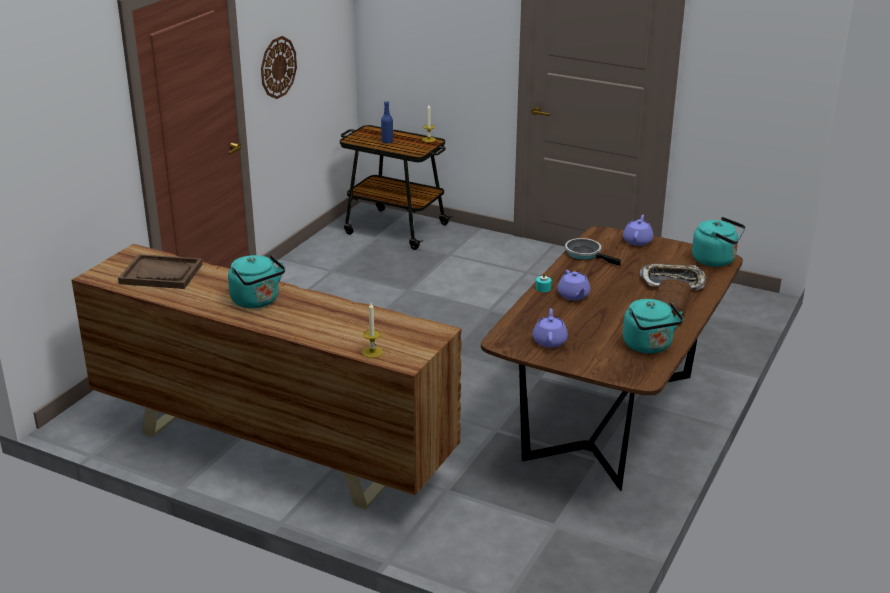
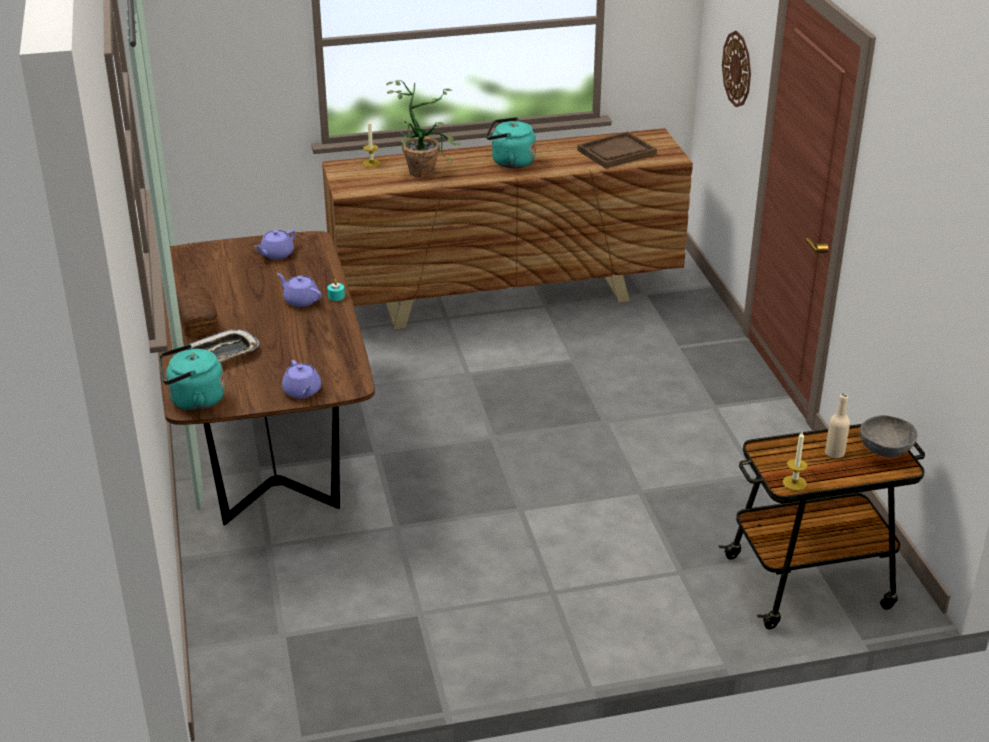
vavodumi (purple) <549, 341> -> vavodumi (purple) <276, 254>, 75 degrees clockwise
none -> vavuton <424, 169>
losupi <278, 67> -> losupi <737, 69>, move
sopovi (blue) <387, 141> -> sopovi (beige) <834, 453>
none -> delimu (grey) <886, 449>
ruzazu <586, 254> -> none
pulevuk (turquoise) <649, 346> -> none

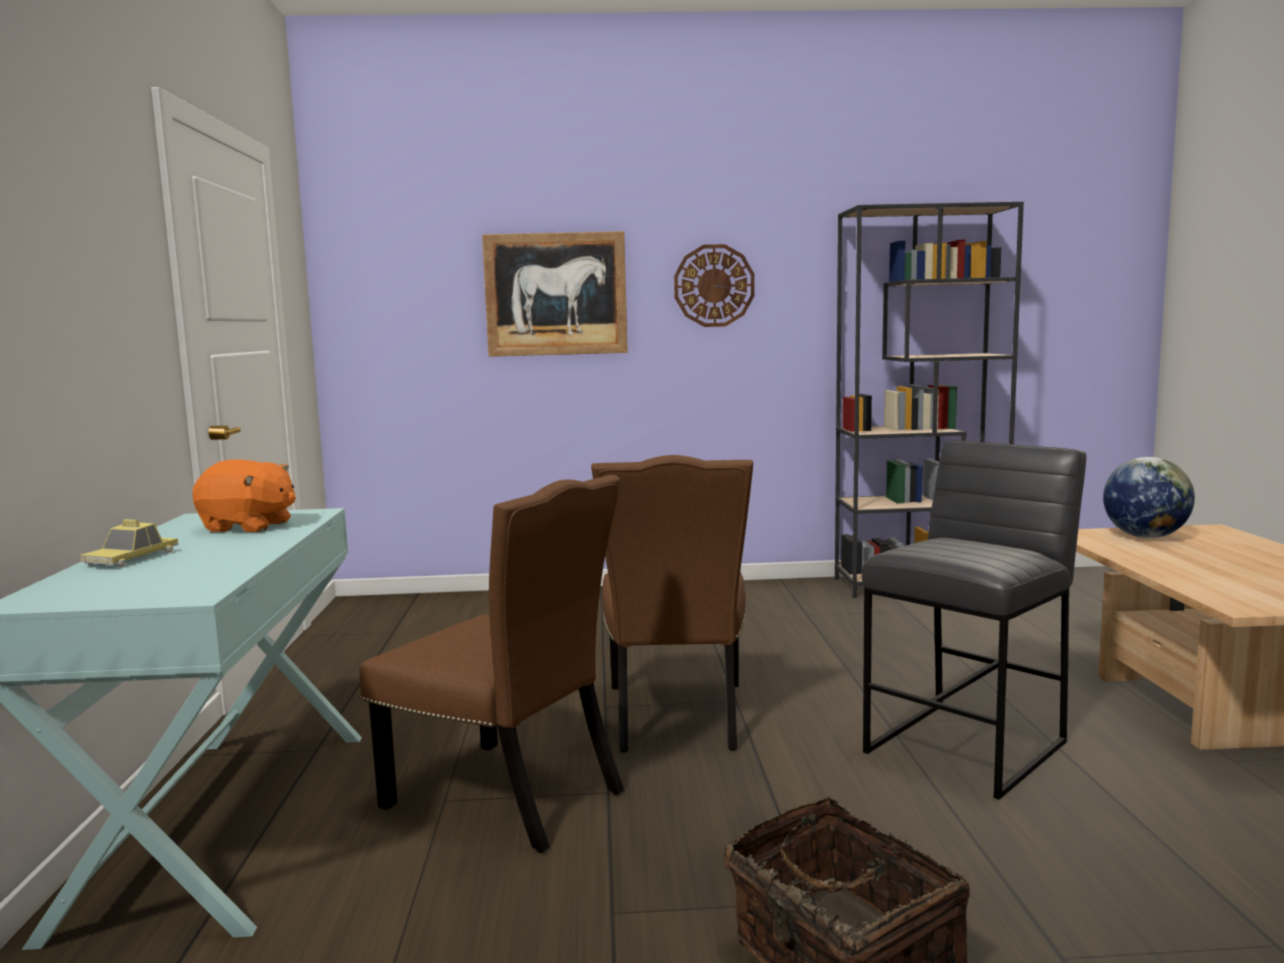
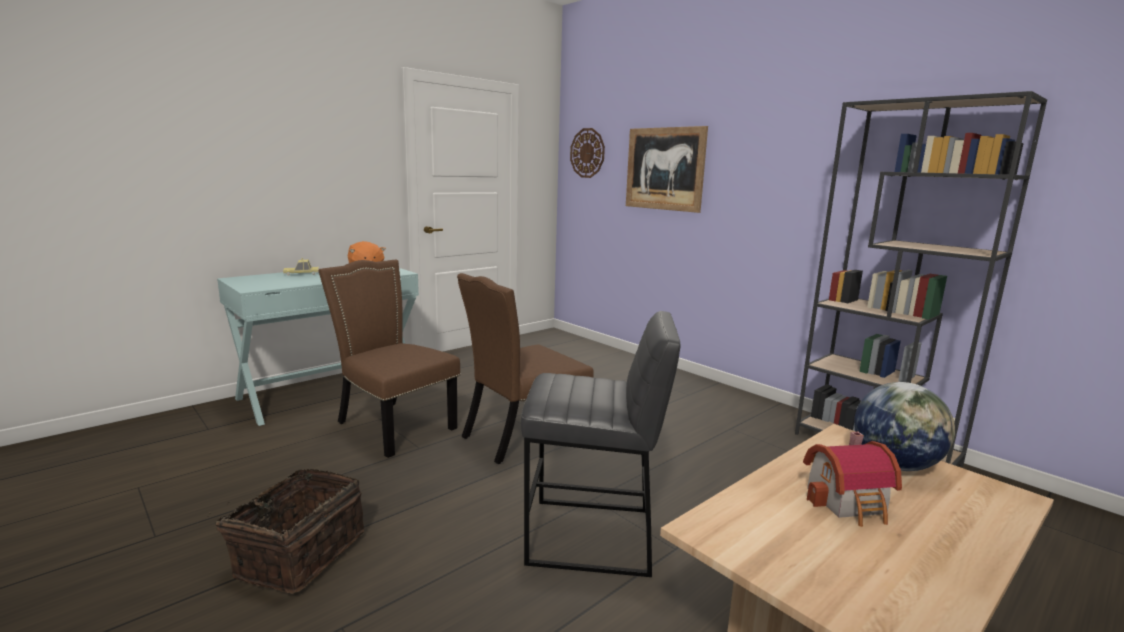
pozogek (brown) <503, 795> -> pozogek (brown) <395, 428>, 135 degrees clockwise
losupi <714, 285> -> losupi <587, 153>, move
none -> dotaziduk <850, 503>

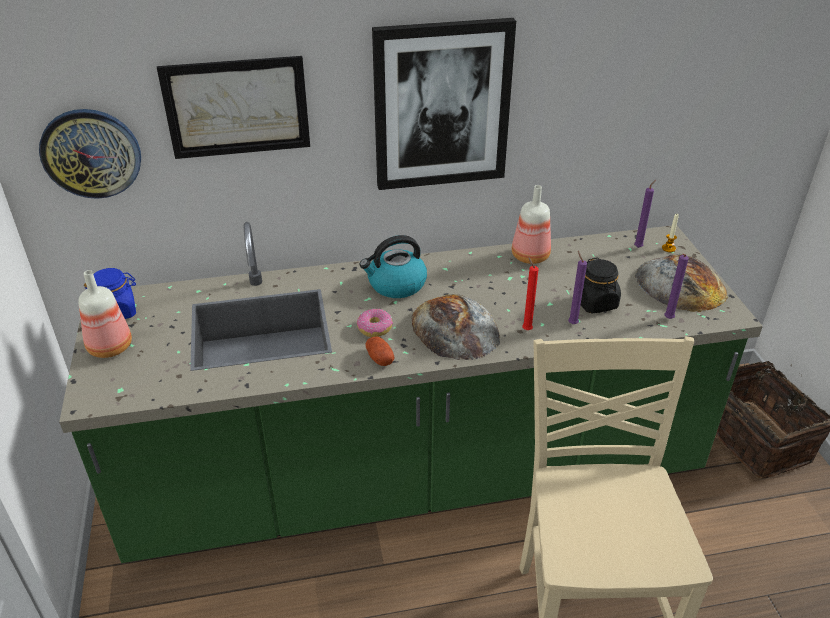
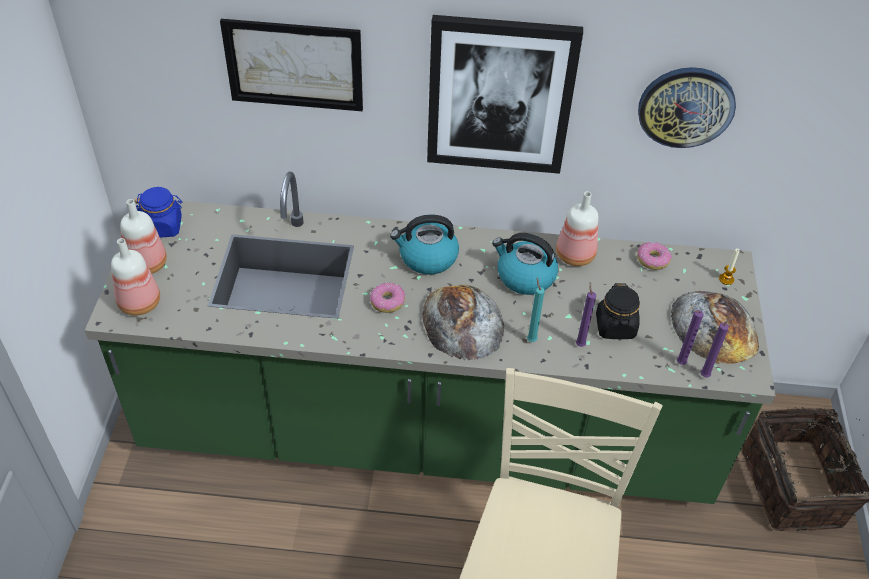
none -> sopovi <141, 302>
none -> pulevuk <524, 277>
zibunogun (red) <525, 329> -> zibunogun (turquoise) <531, 339>
none -> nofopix <653, 260>
losupi <91, 153> -> losupi <686, 106>, move
zibunogun (purple) <639, 247> -> zibunogun (purple) <706, 375>, move
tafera <379, 358> -> none

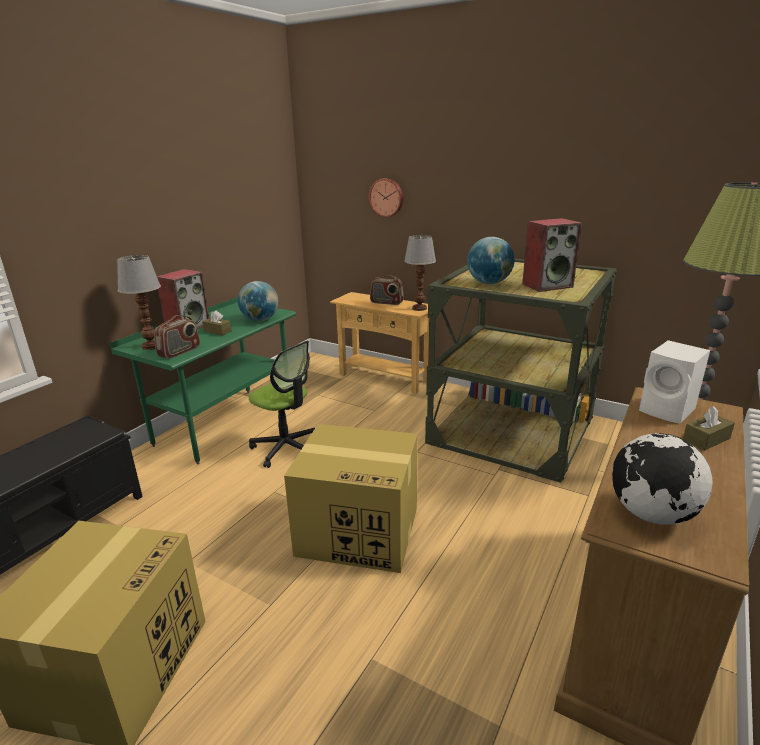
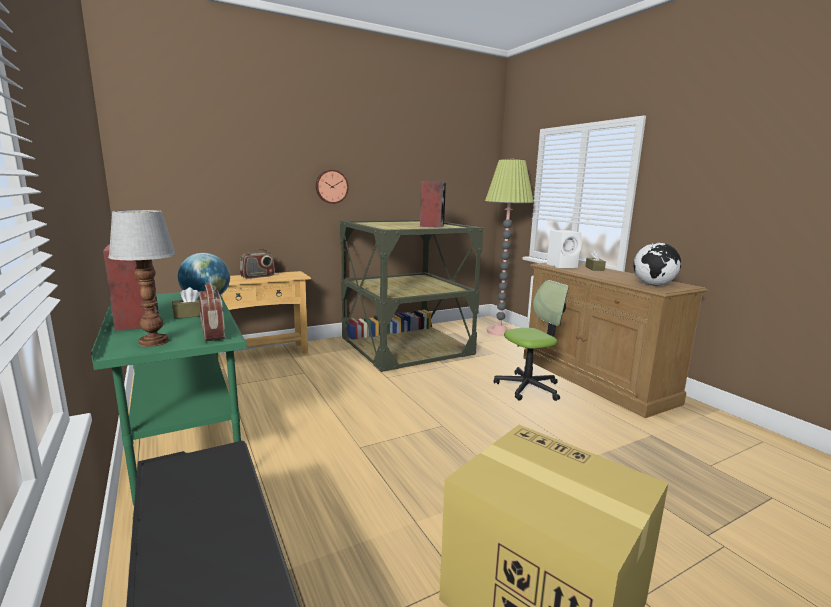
losupi <386, 197> -> losupi <331, 186>, move
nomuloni <286, 447> -> nomuloni <528, 387>, move
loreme <360, 531> -> none
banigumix <419, 308> -> none
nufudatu <489, 283> -> none

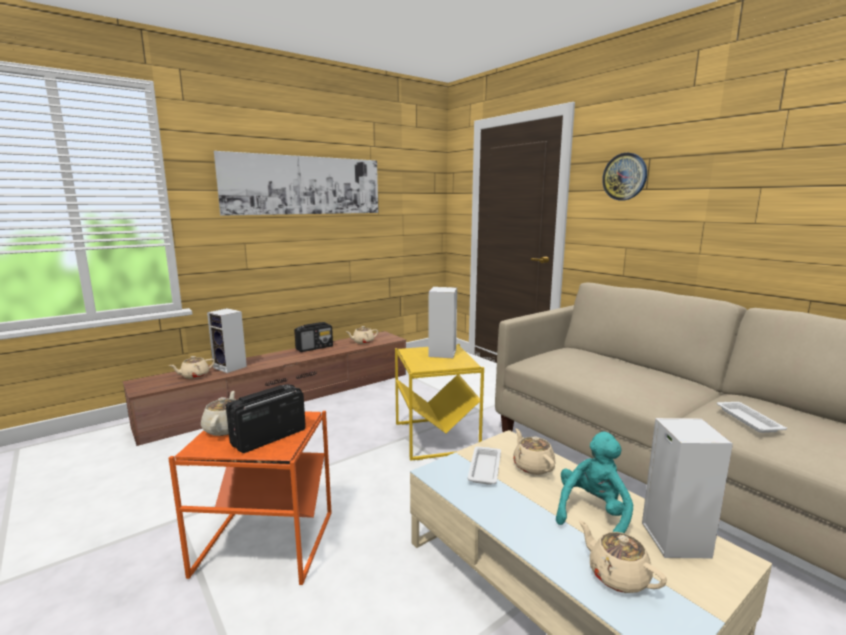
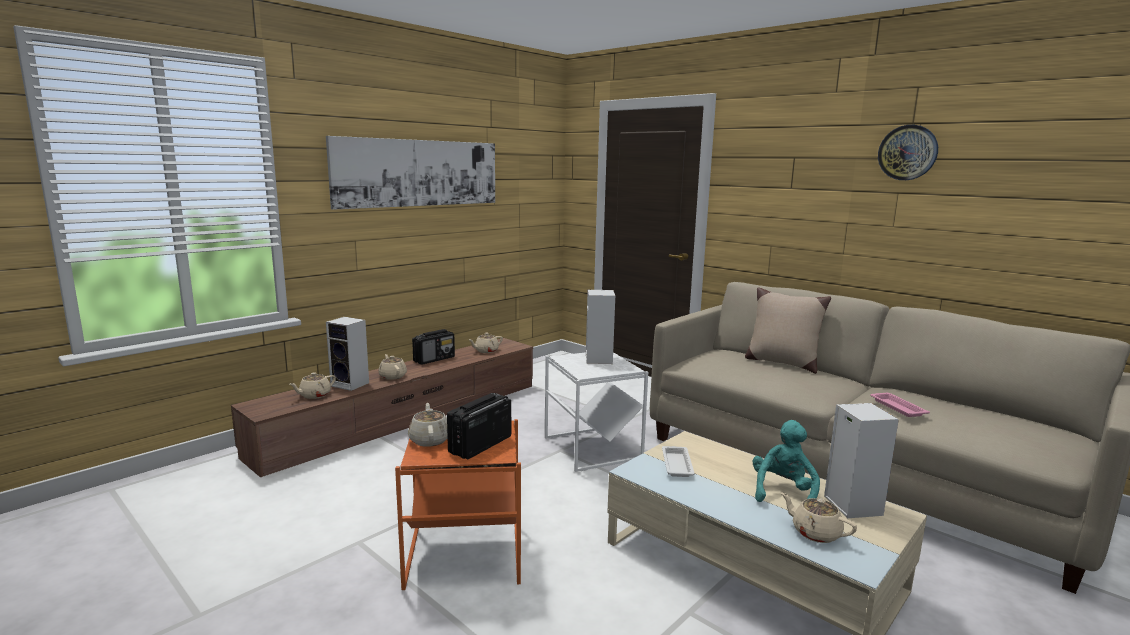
vavodumi (beige) <532, 466> -> vavodumi (beige) <392, 376>, move
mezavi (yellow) <436, 437> -> mezavi (white) <592, 448>
none -> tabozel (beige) <781, 363>
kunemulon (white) <747, 420> -> kunemulon (pink) <897, 407>
losupi <624, 176> -> losupi <907, 152>, move

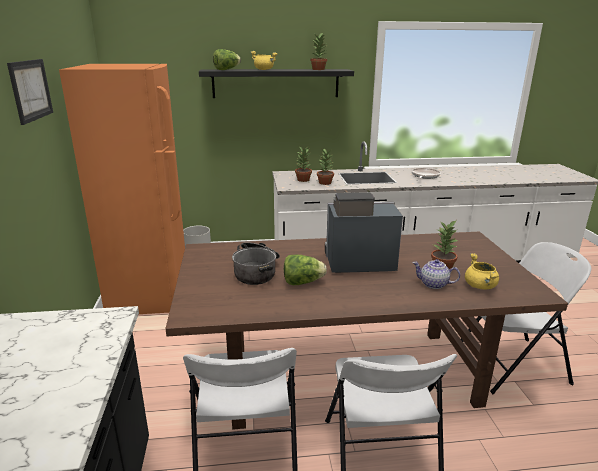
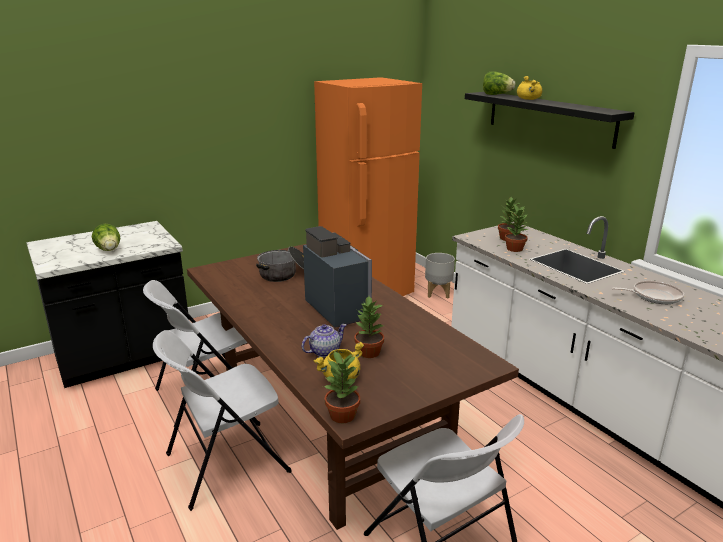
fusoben <302, 282> -> fusoben <109, 250>, move
vavodumi <434, 284> -> vavodumi <324, 351>, 60 degrees clockwise
vavuton <318, 69> -> vavuton <343, 416>, move
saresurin <30, 90> -> none

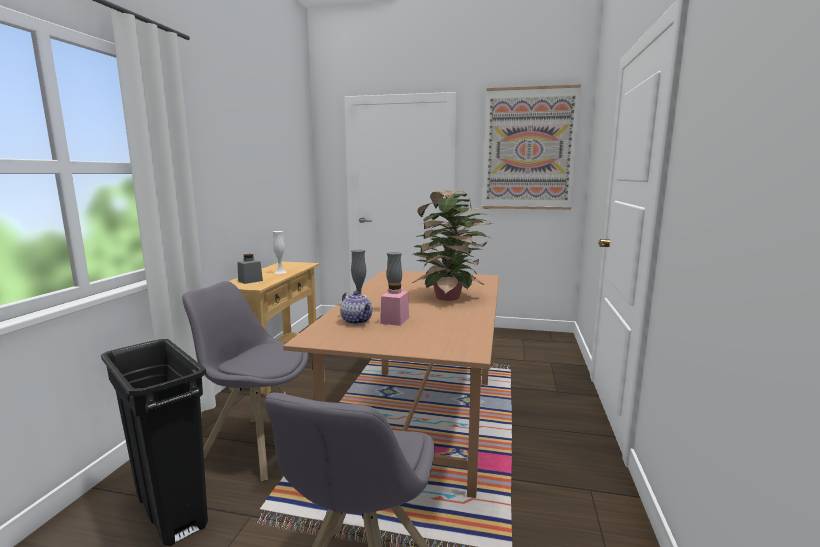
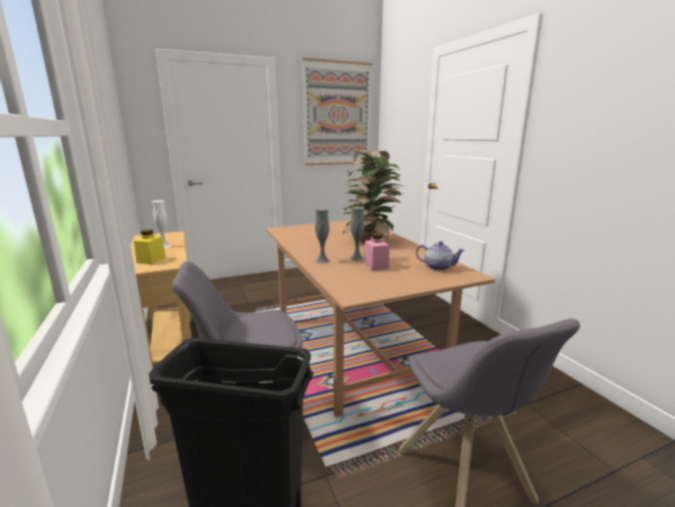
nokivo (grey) <250, 281> -> nokivo (yellow) <151, 260>
vavodumi <357, 321> -> vavodumi <438, 267>, move

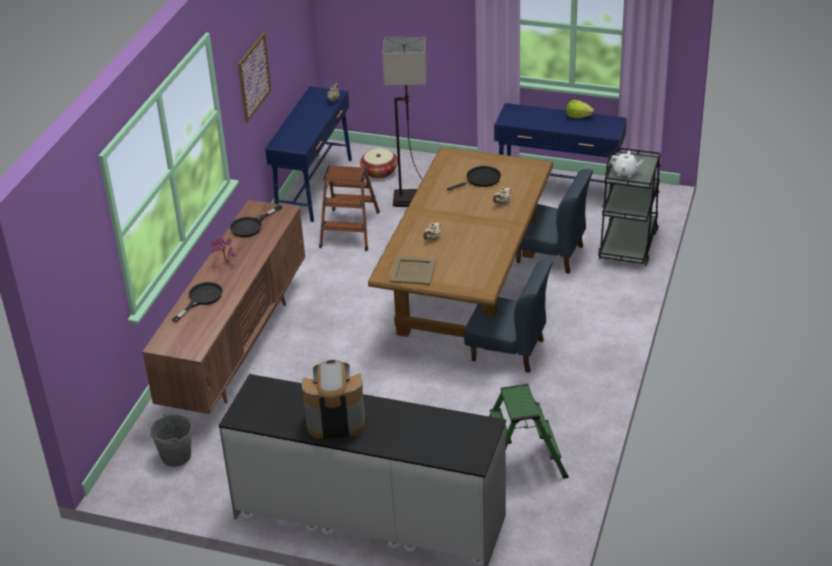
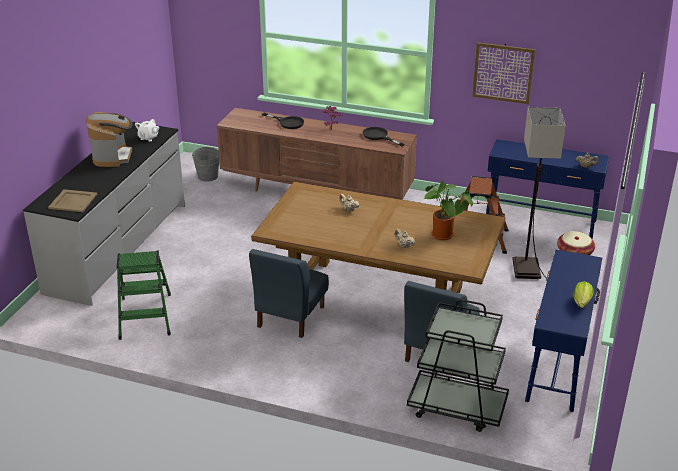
kunemulon (beige) <413, 271> -> kunemulon (beige) <72, 201>, move
vavodumi (white) <625, 172> -> vavodumi (white) <148, 138>, move
ruzazu (black) <481, 180> -> vavuton <444, 236>

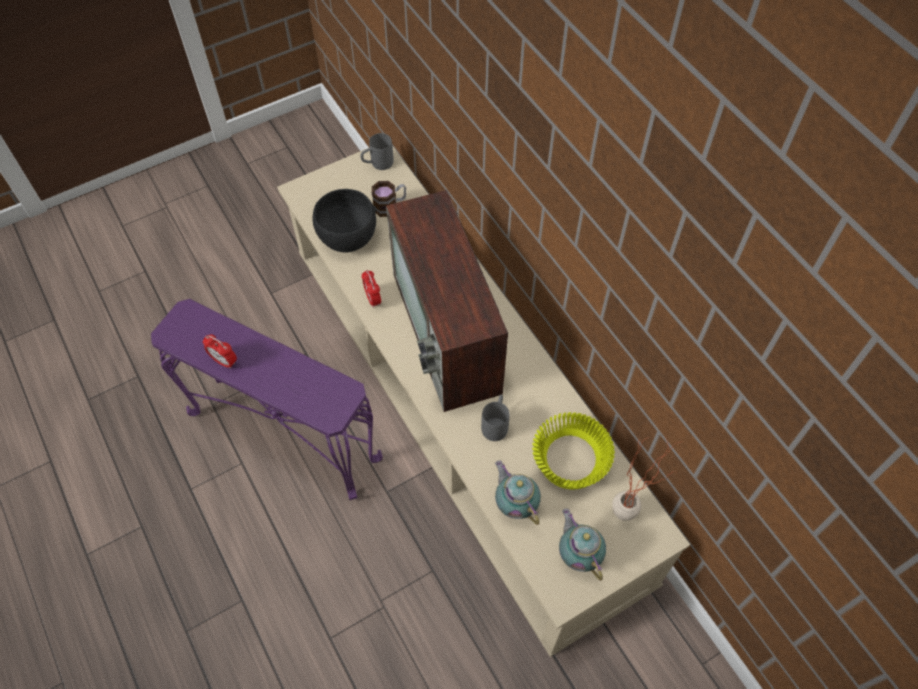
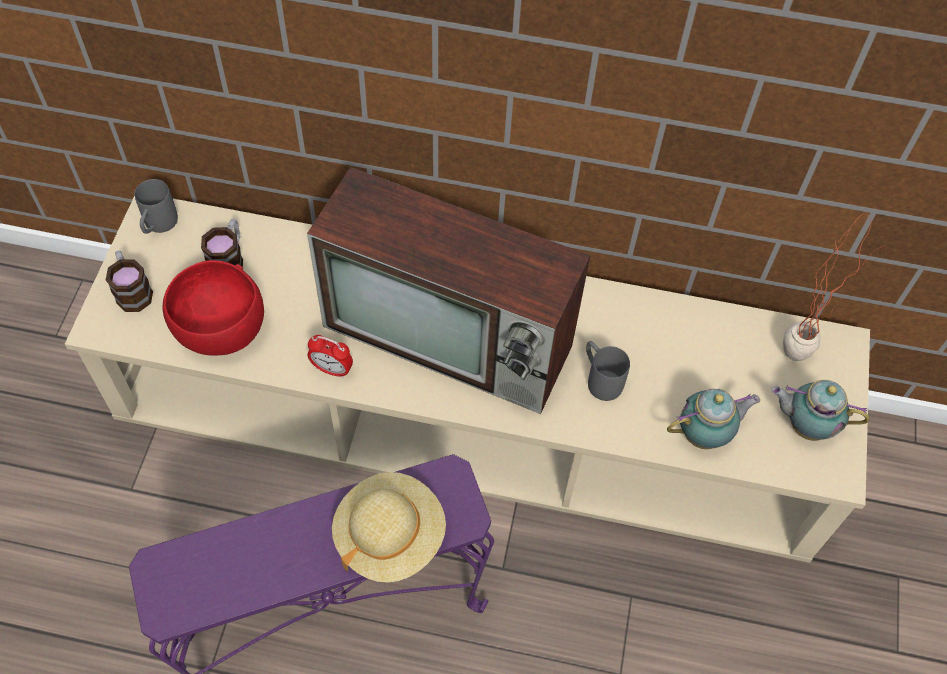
none -> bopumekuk <132, 290>
delimu (black) <347, 236> -> delimu (red) <221, 329>
none -> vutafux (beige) <389, 536>
vavodumi <515, 504> -> vavodumi <705, 435>, 150 degrees clockwise
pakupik <224, 361> -> none
delimu (yellow) <571, 458> -> none

